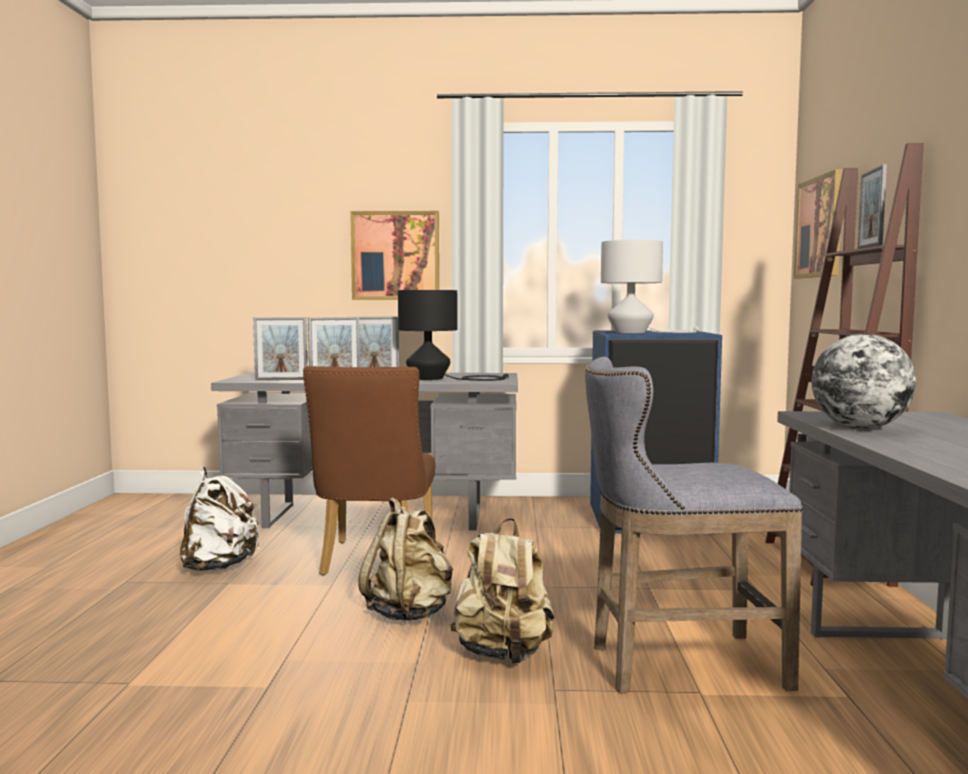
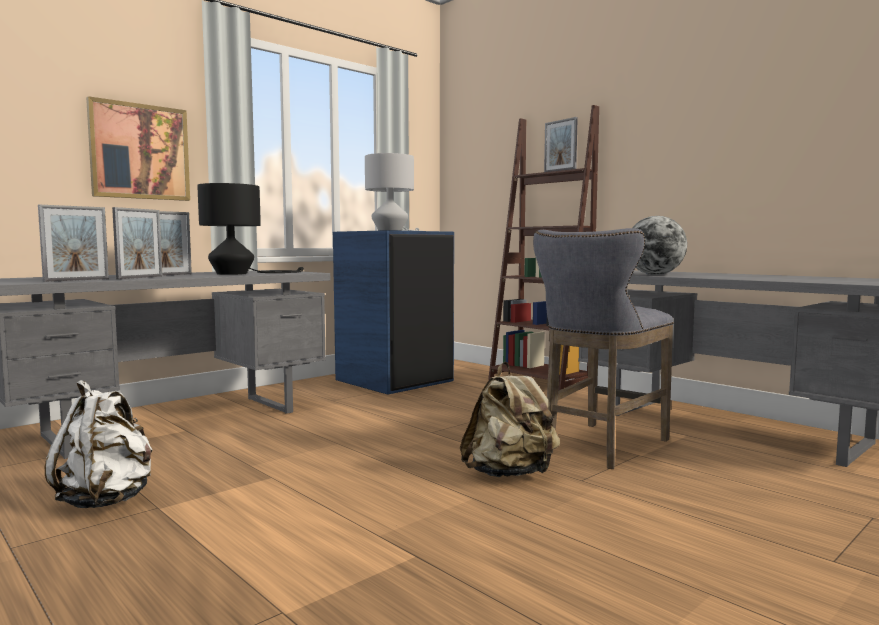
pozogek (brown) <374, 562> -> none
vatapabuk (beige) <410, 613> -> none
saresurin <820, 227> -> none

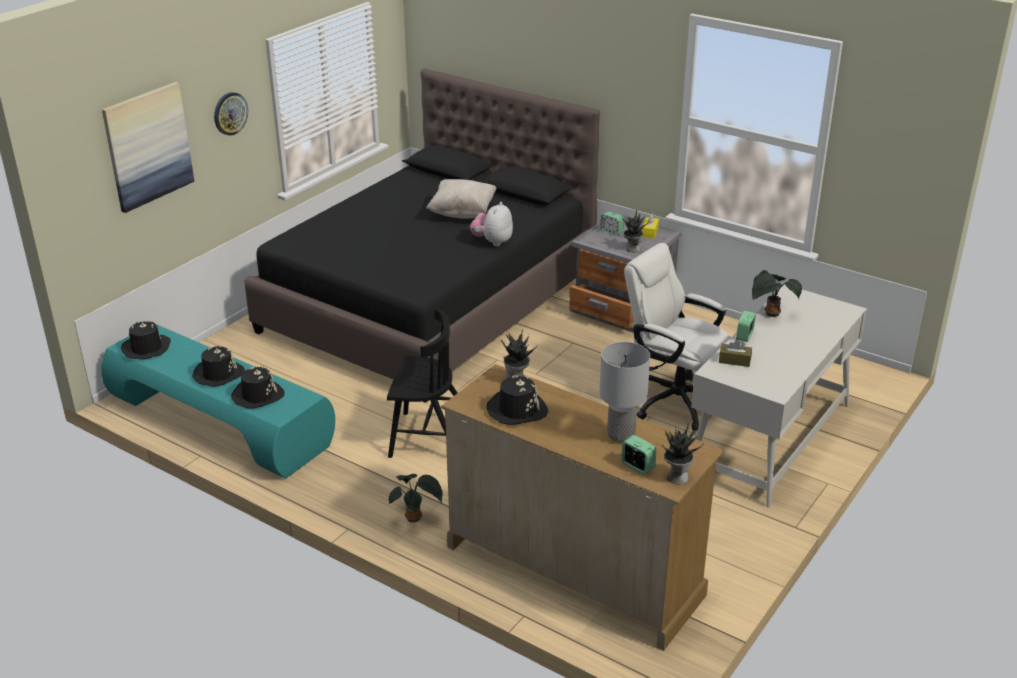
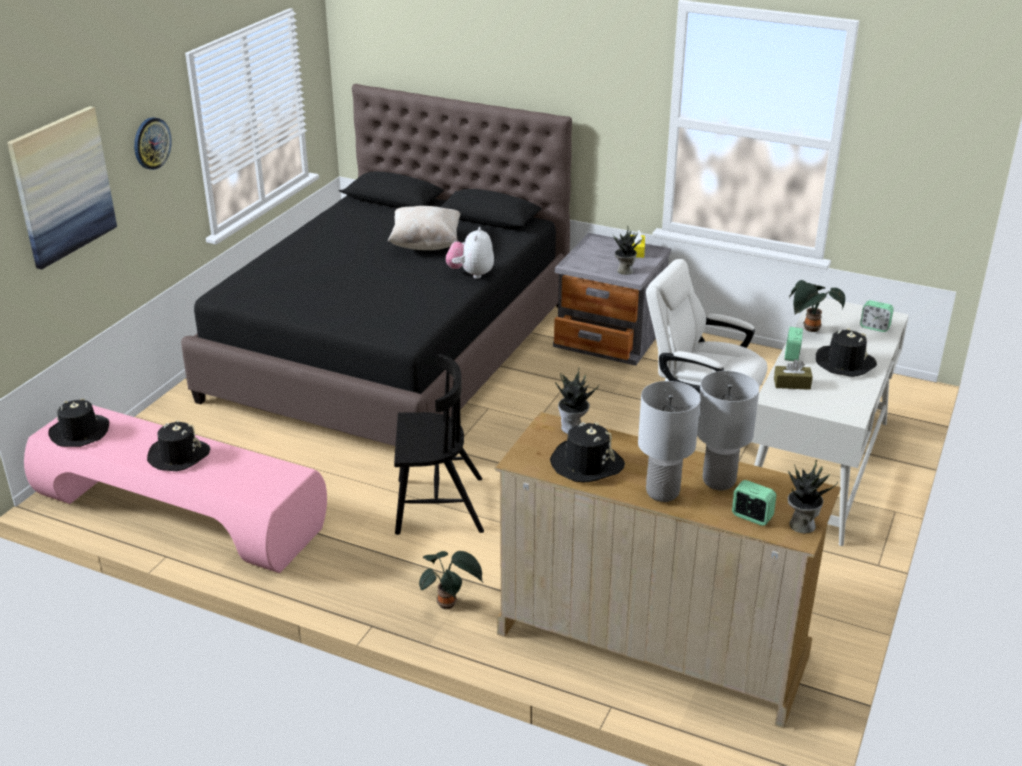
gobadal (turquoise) <219, 421> -> gobadal (pink) <179, 512>
none -> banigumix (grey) <662, 495>
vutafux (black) <258, 395> -> vutafux (black) <844, 363>, move
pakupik <611, 232> -> pakupik <874, 327>, move

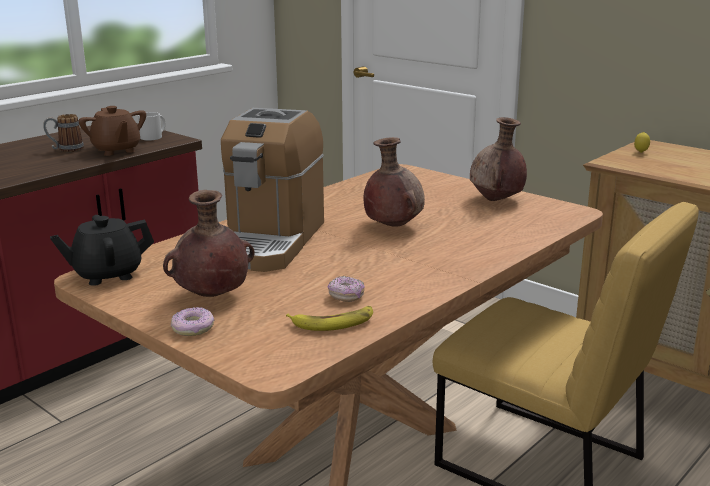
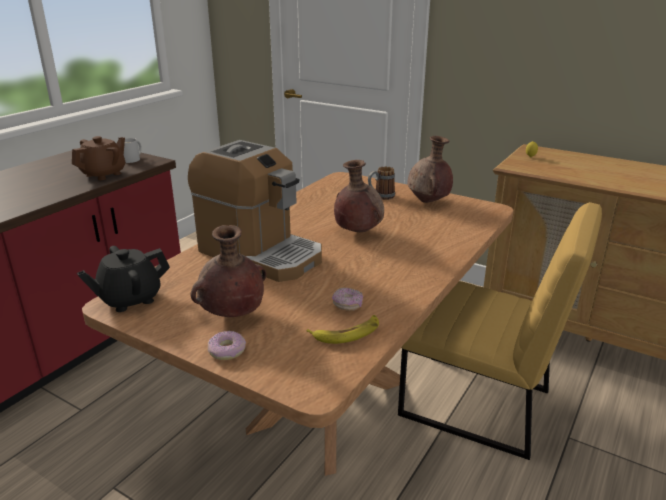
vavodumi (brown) <116, 150> -> vavodumi (brown) <104, 174>, 105 degrees counterclockwise
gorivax <268, 241> -> gorivax <260, 254>, 60 degrees counterclockwise
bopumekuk <65, 149> -> bopumekuk <380, 197>, move

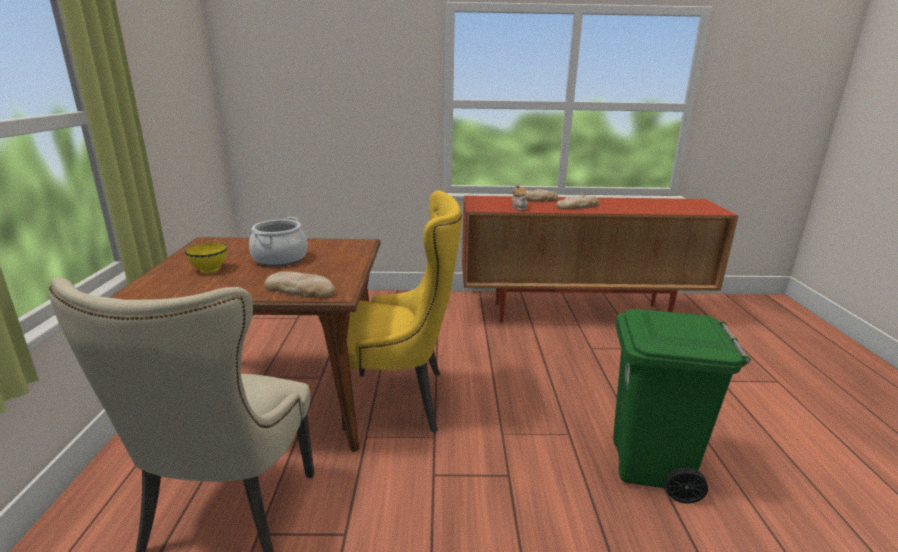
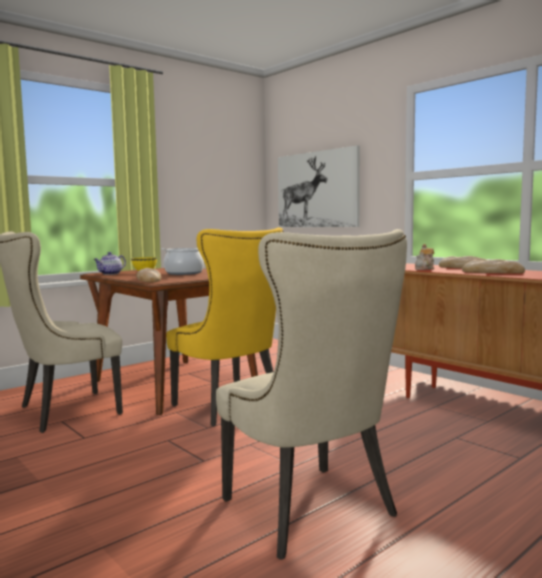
none -> vavodumi <110, 274>
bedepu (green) <651, 466> -> pozogek (beige) <310, 510>
none -> saresurin <317, 189>

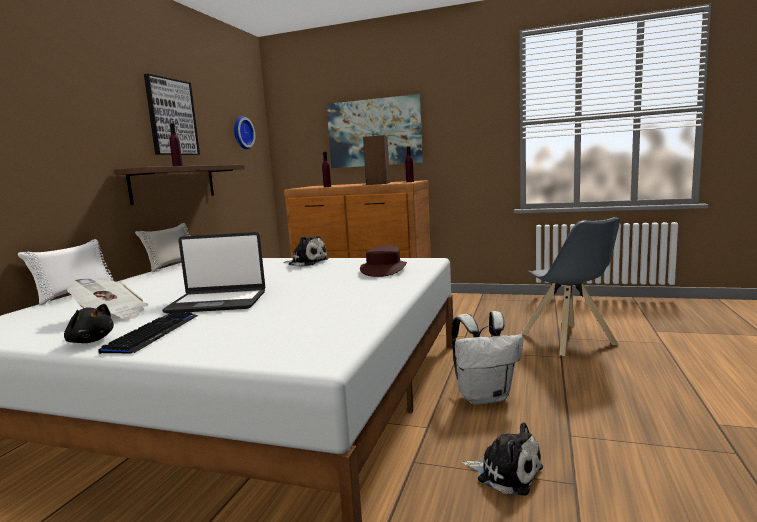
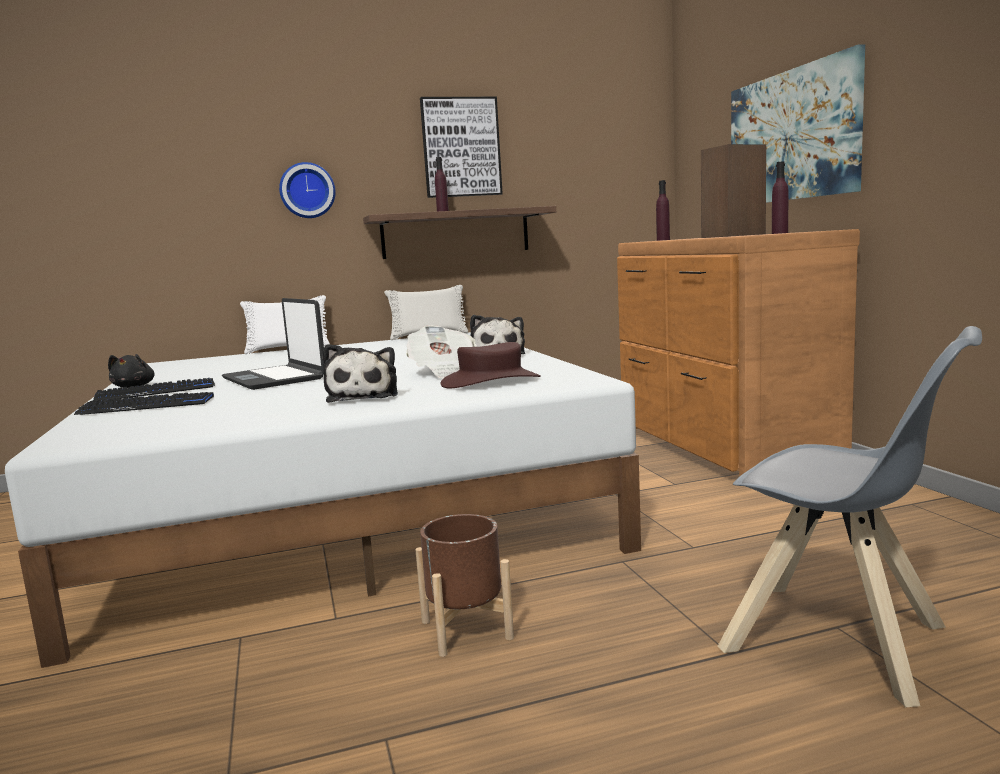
none -> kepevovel <147, 406>
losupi <242, 133> -> losupi <307, 190>, move
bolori <506, 472> -> bolori <364, 396>, move
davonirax <112, 315> -> davonirax <445, 372>, move
vatapabuk (white) <484, 396> -> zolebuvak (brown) <466, 629>
pozogek (grey) <569, 340> -> pozogek (grey) <840, 641>, 90 degrees counterclockwise

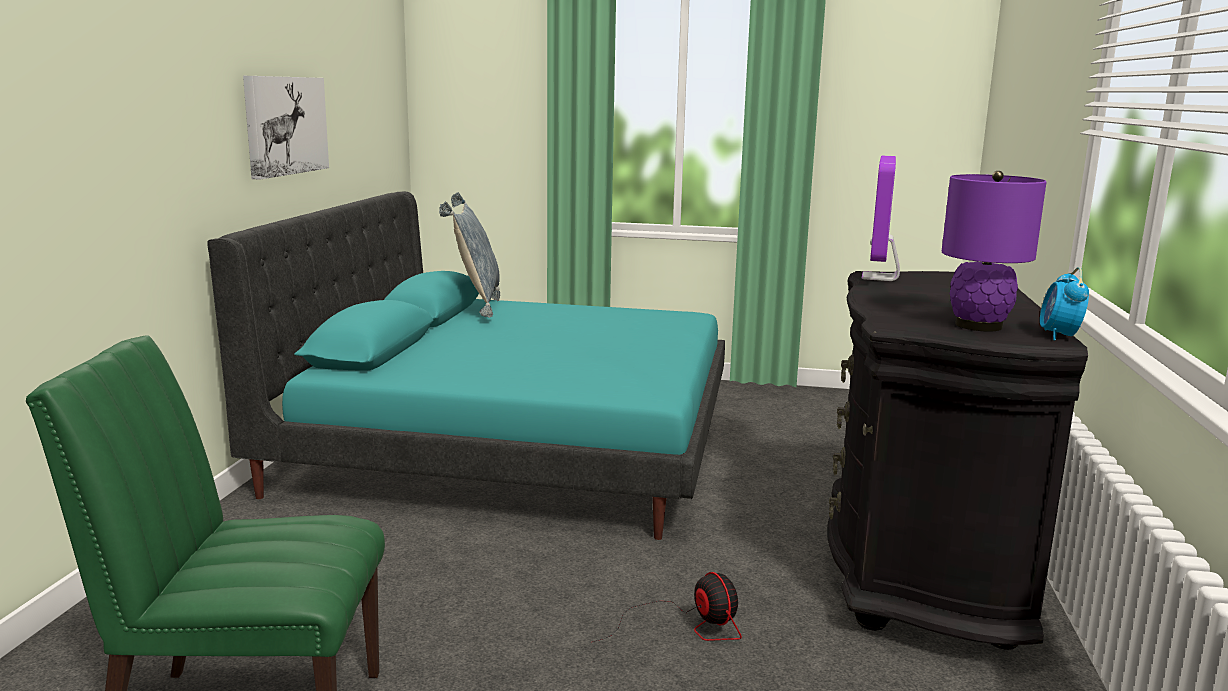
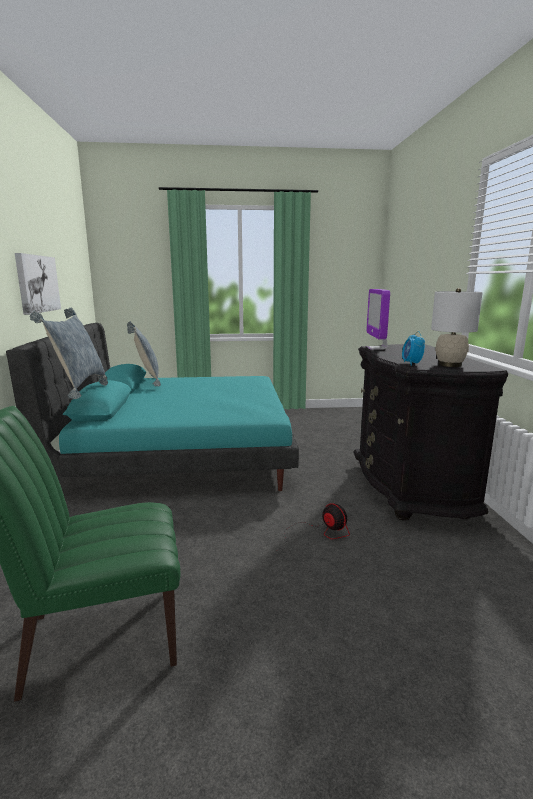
none -> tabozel <77, 393>
pakupik <1059, 336> -> pakupik <411, 363>, move
banigumix (purple) <979, 326> -> banigumix (white) <450, 365>

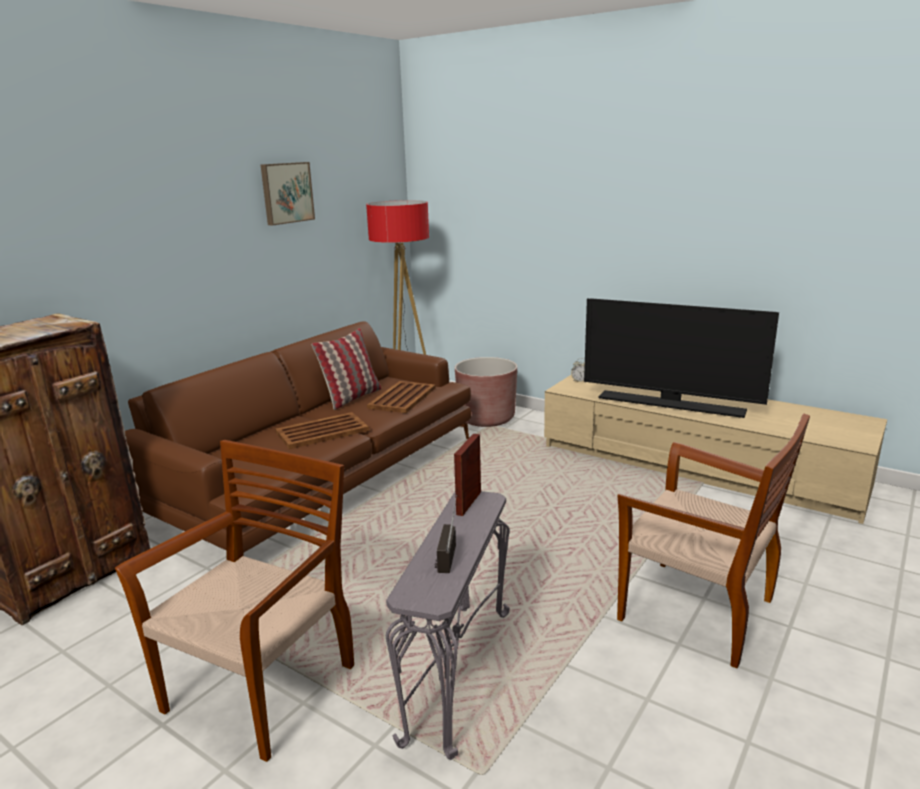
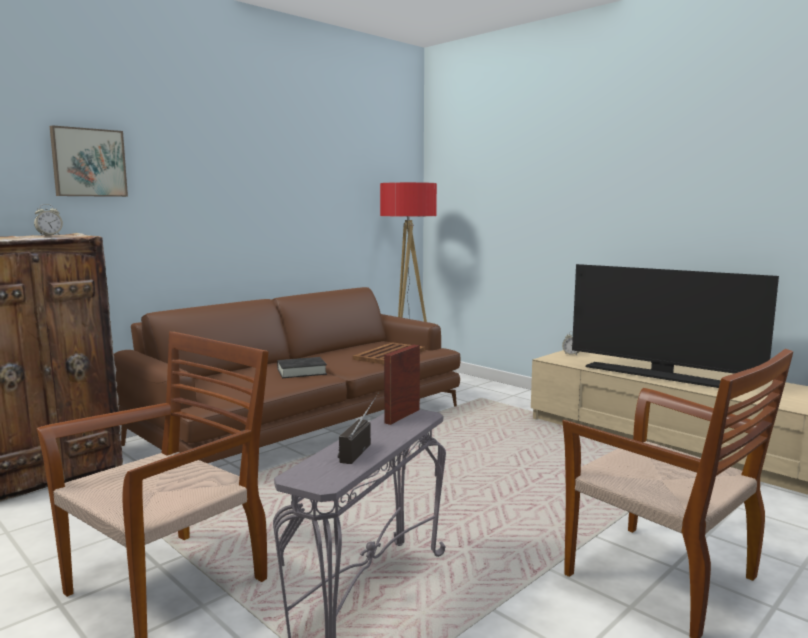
none -> pakupik <49, 235>
saresurin <286, 193> -> saresurin <88, 163>, move
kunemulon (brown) <321, 431> -> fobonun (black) <301, 372>
tabozel <351, 398> -> none
zolebuvak (brown) <486, 418> -> none

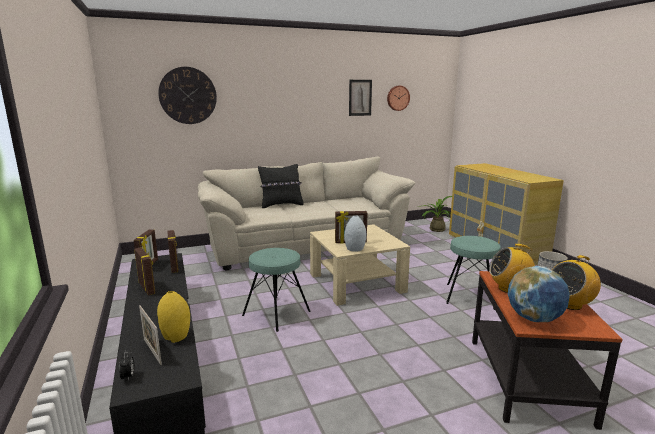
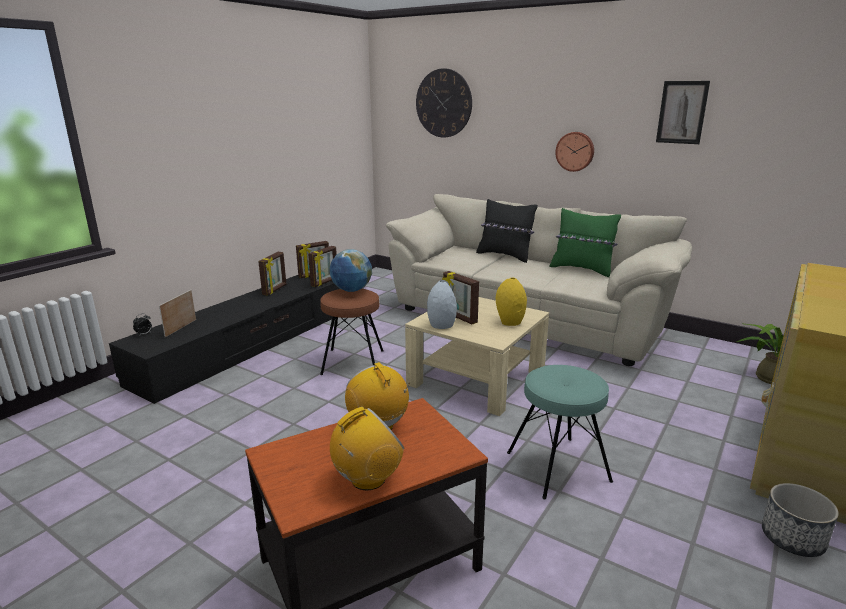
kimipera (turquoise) <276, 313> -> kimipera (brown) <353, 362>
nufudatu <534, 319> -> nufudatu <351, 290>, move
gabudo <569, 304> -> gabudo <367, 479>, 120 degrees clockwise
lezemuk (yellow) <175, 337> -> lezemuk (yellow) <510, 322>, move
none -> tabozel (green) <582, 269>
losupi <397, 98> -> losupi <575, 151>, move

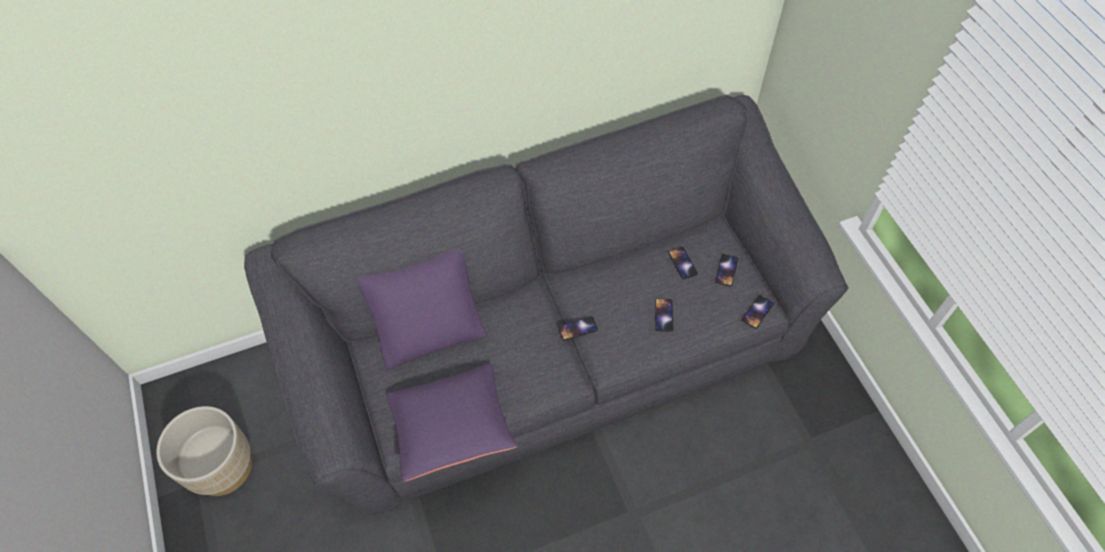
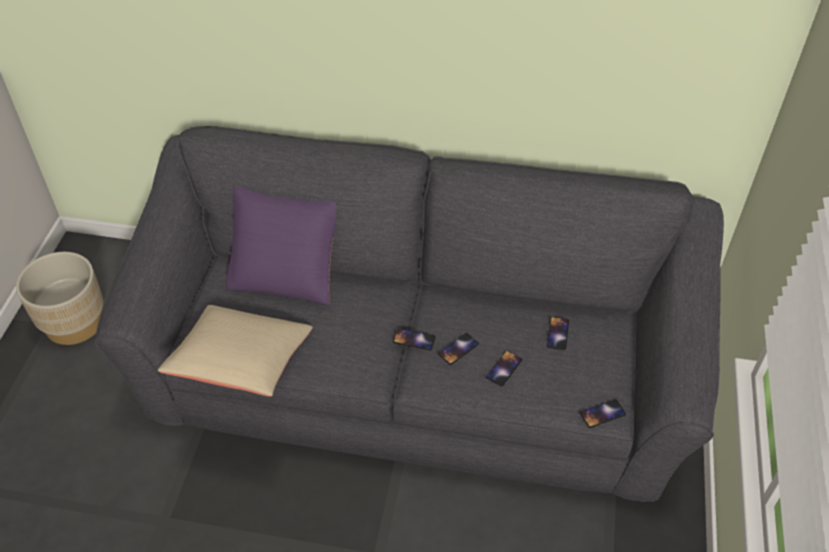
tabozel (purple) <452, 428> -> tabozel (beige) <241, 362>
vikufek <726, 270> -> vikufek <458, 349>, move

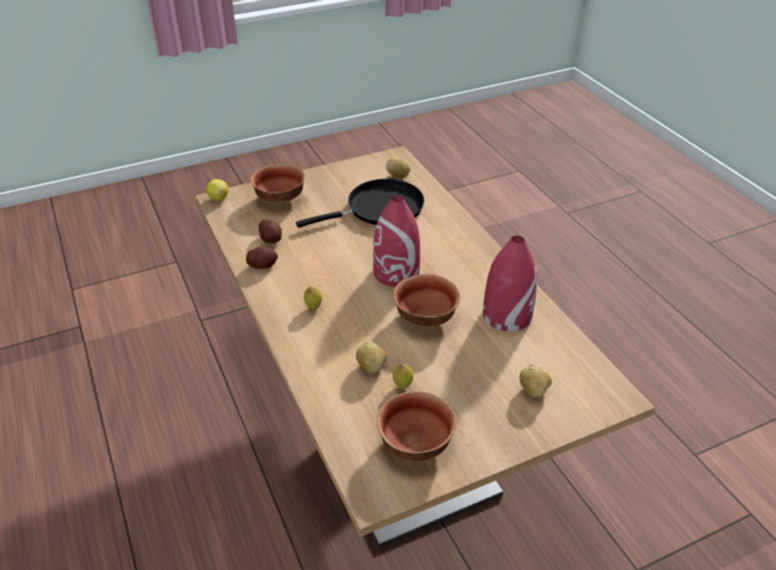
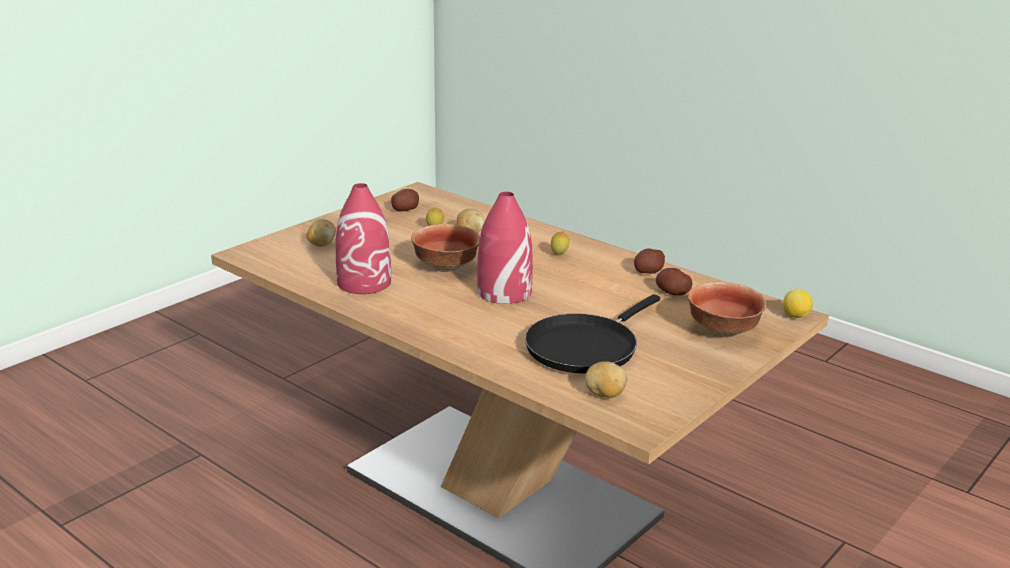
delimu <414, 443> -> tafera <405, 209>

